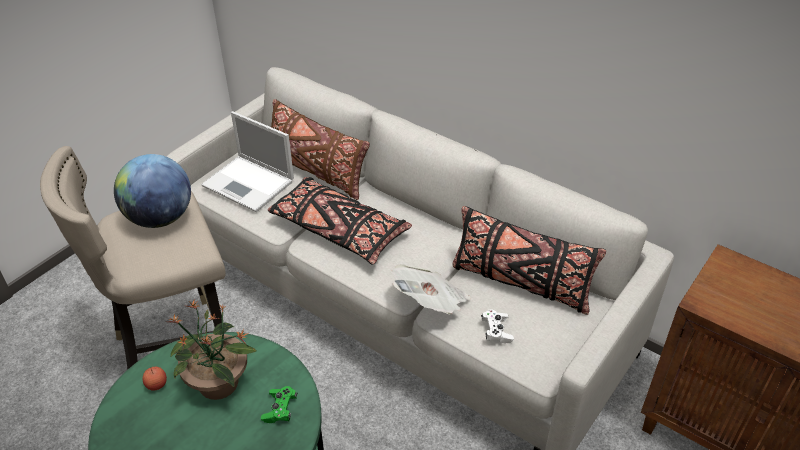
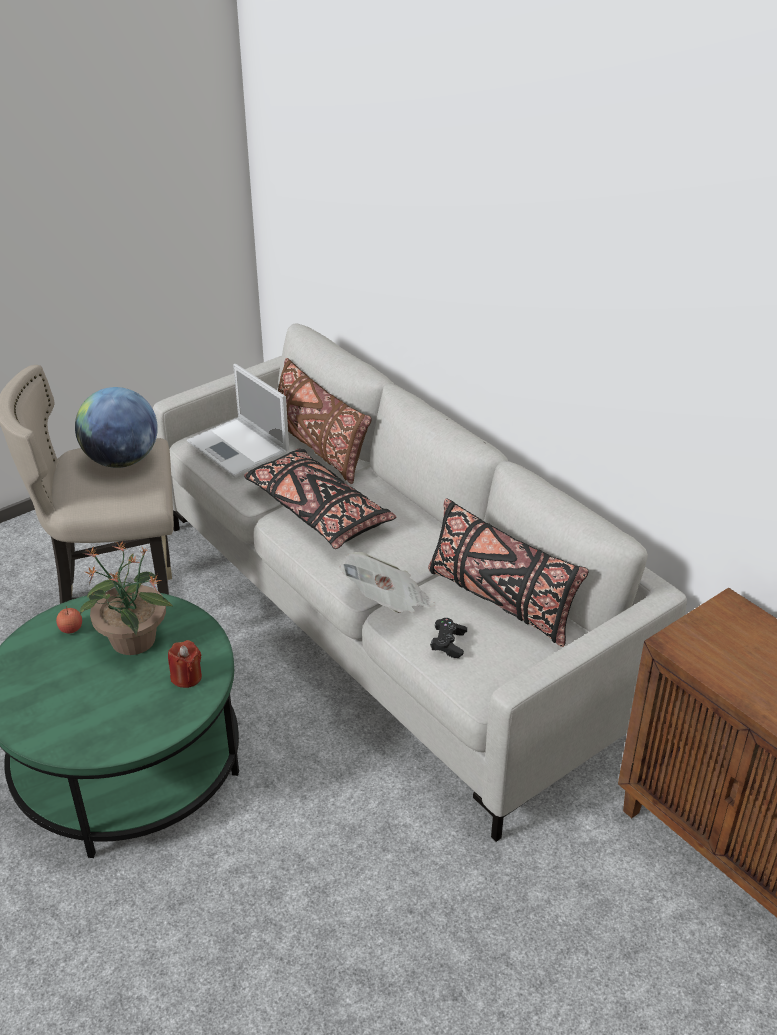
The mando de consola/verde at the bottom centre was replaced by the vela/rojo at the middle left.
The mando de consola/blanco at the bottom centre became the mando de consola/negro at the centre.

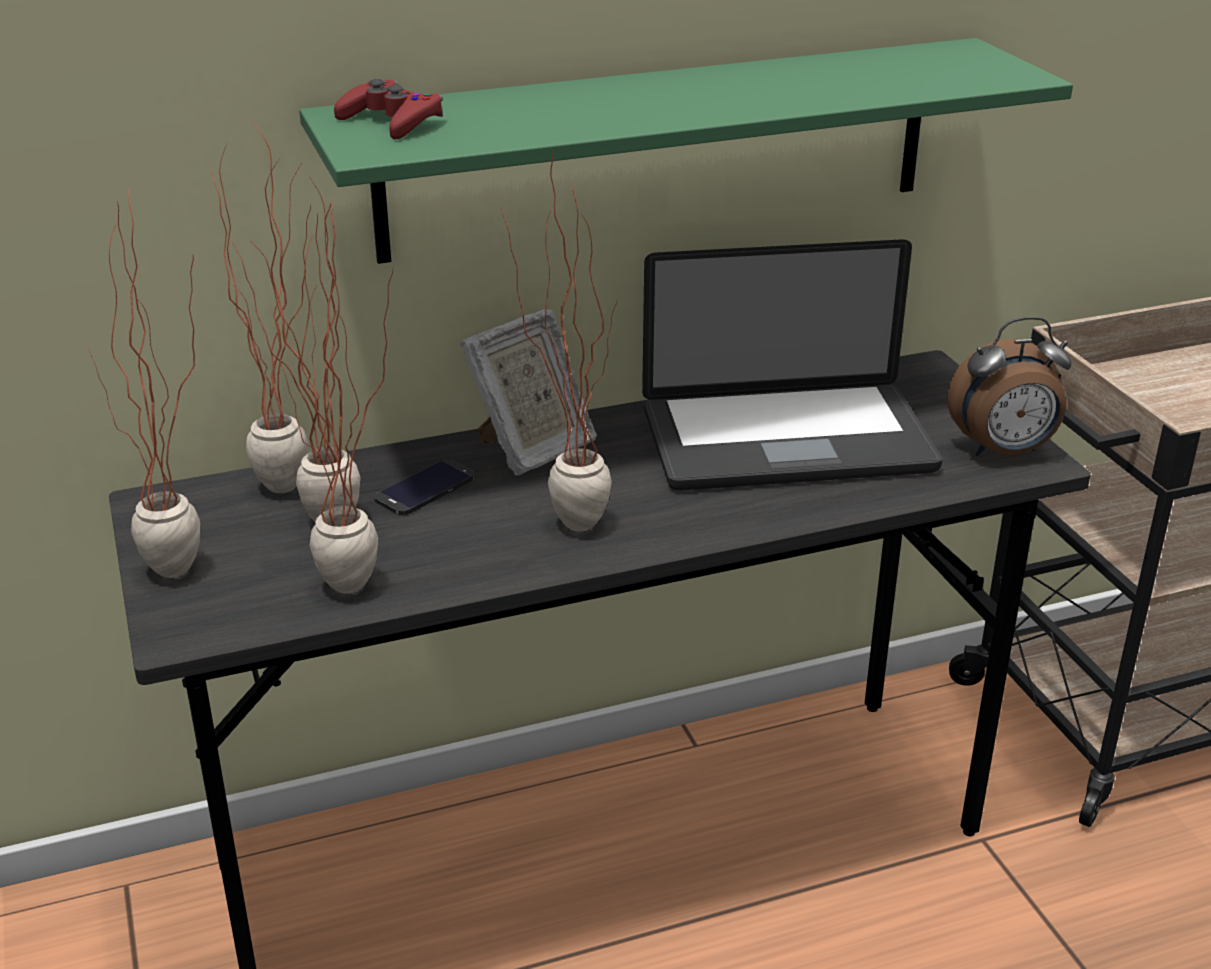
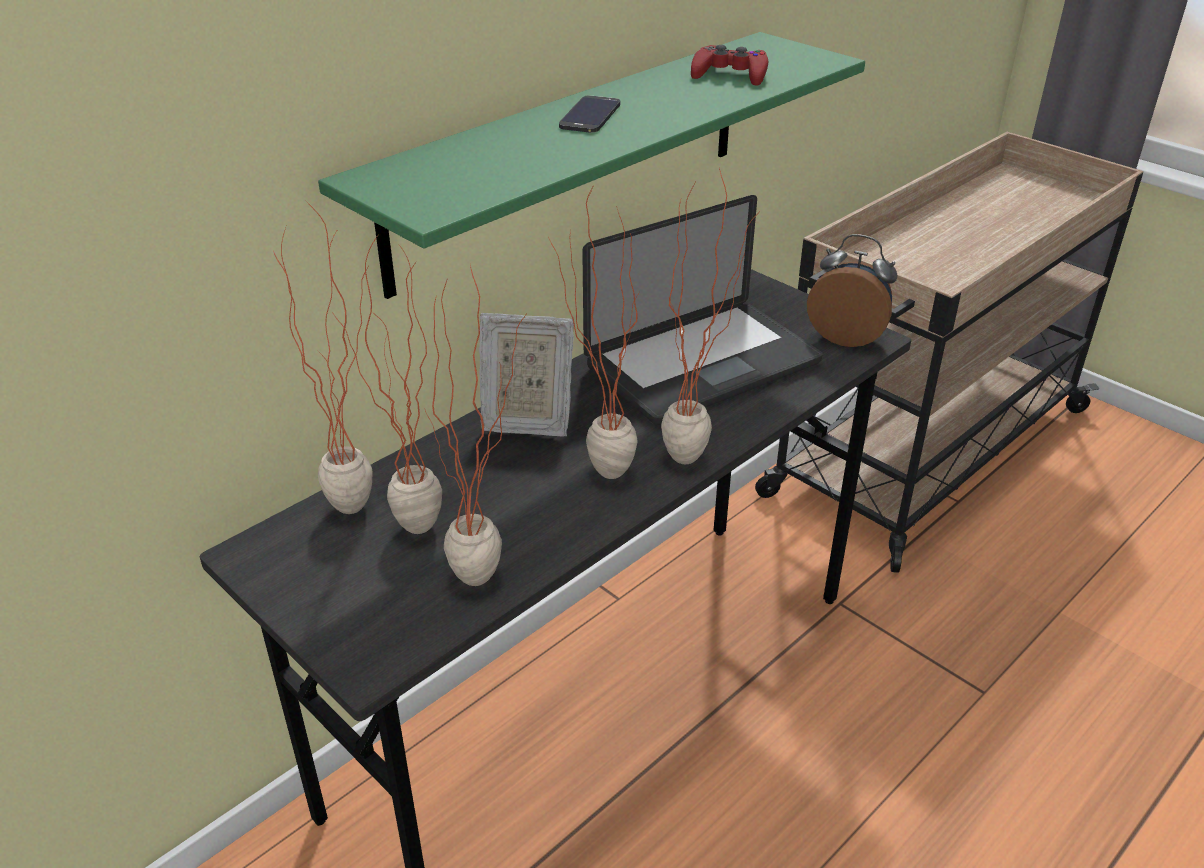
The planta en maceta (1st from left in the first image) moved from the middle left to the centre.
The mando de consola/rojo moved from the top left to the top centre.
The móvil moved from the centre to the top centre.
The portarretratos at the centre turned 75 degrees clockwise.
The despertador at the middle right turned 120 degrees counterclockwise.

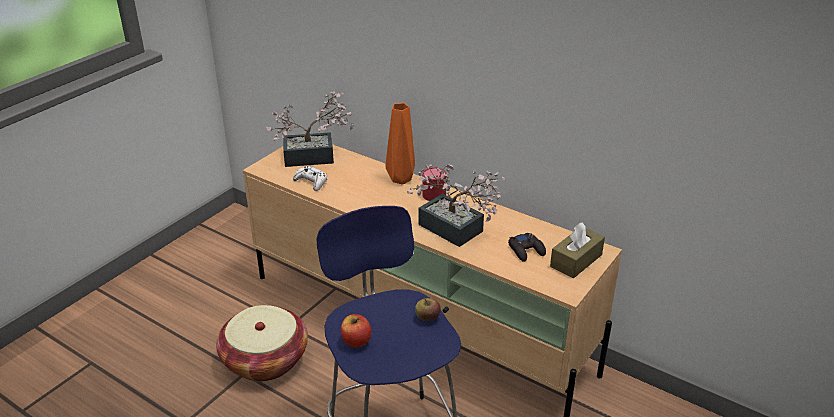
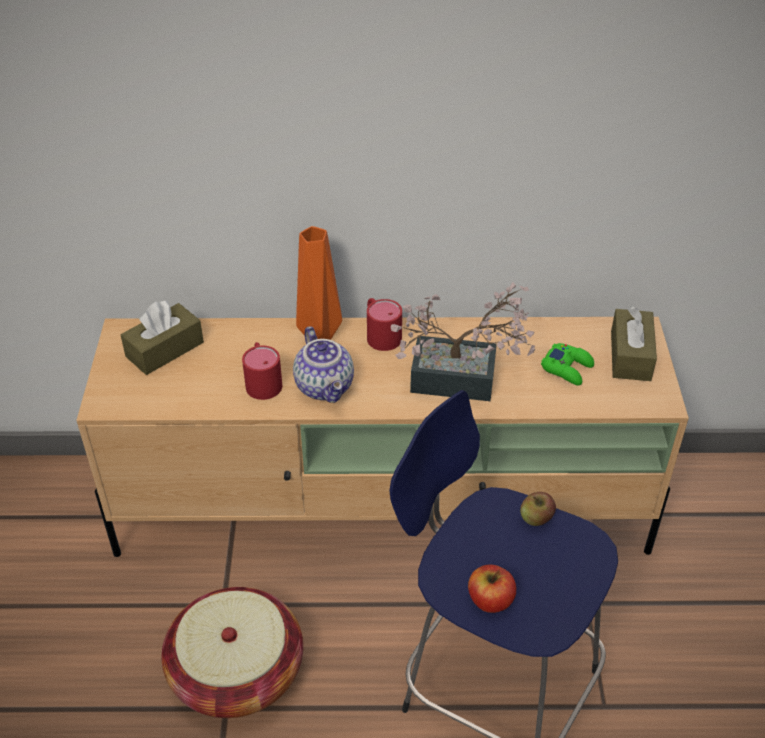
The planta en maceta (1st from left) at the top centre was replaced by the caja de pañuelos/marrón (1st from left) at the middle left.
The mando de consola/blanco at the centre disappeared.
The mando de consola/negro at the centre became the mando de consola/verde at the middle right.
The taza grande/rojo (1st from left) at the centre appeared.
The tetera at the centre appeared.

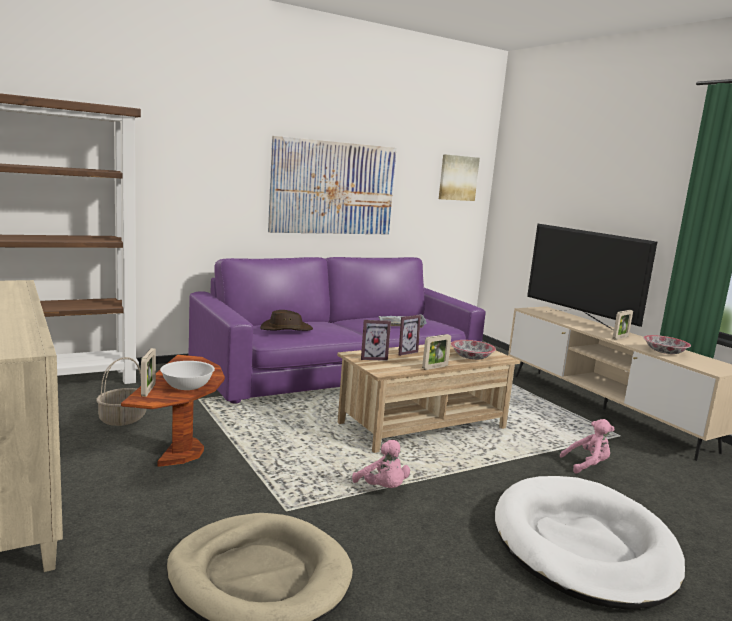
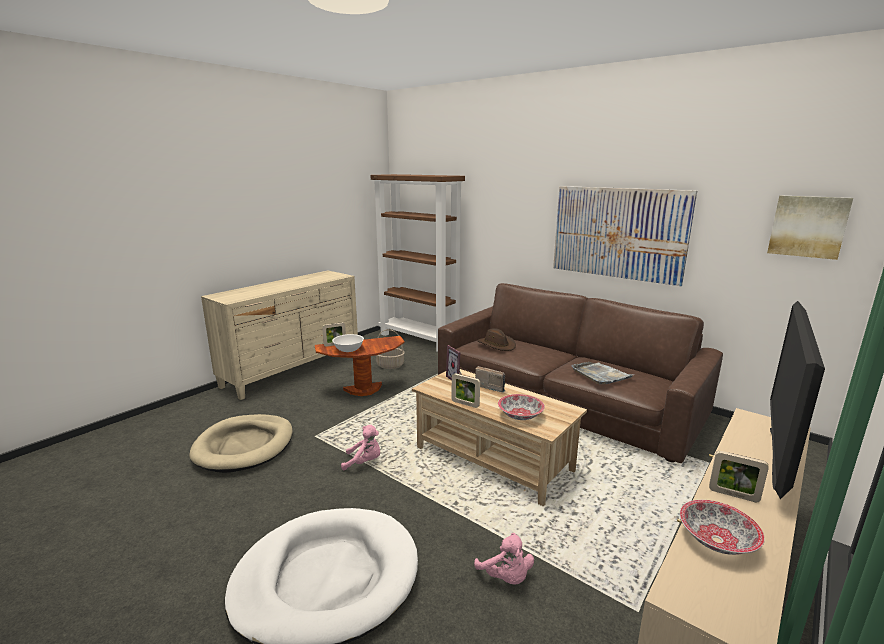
The sofá/morado at the centre became the sofá/marrón at the centre.
The peluche/rosa (1st from left) at the bottom centre turned 120 degrees counterclockwise.
The portarretratos (3rd from left) at the centre was replaced by the radio at the centre.

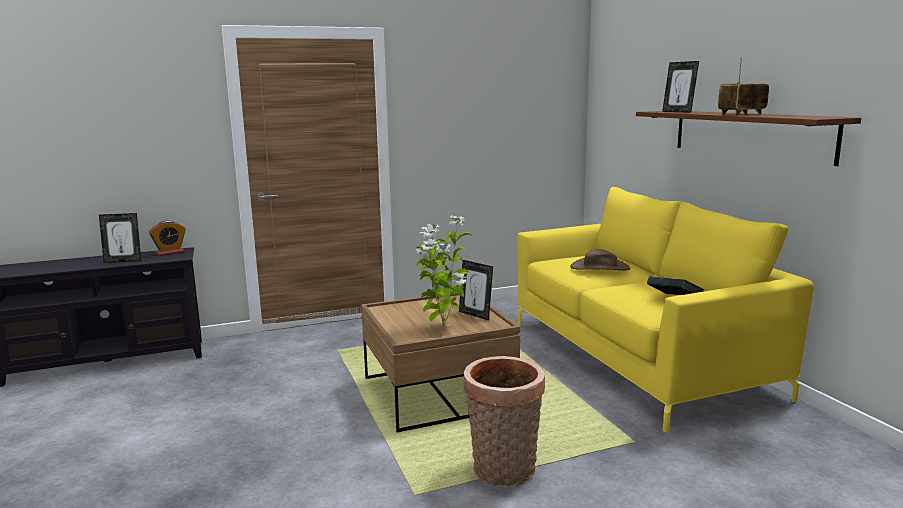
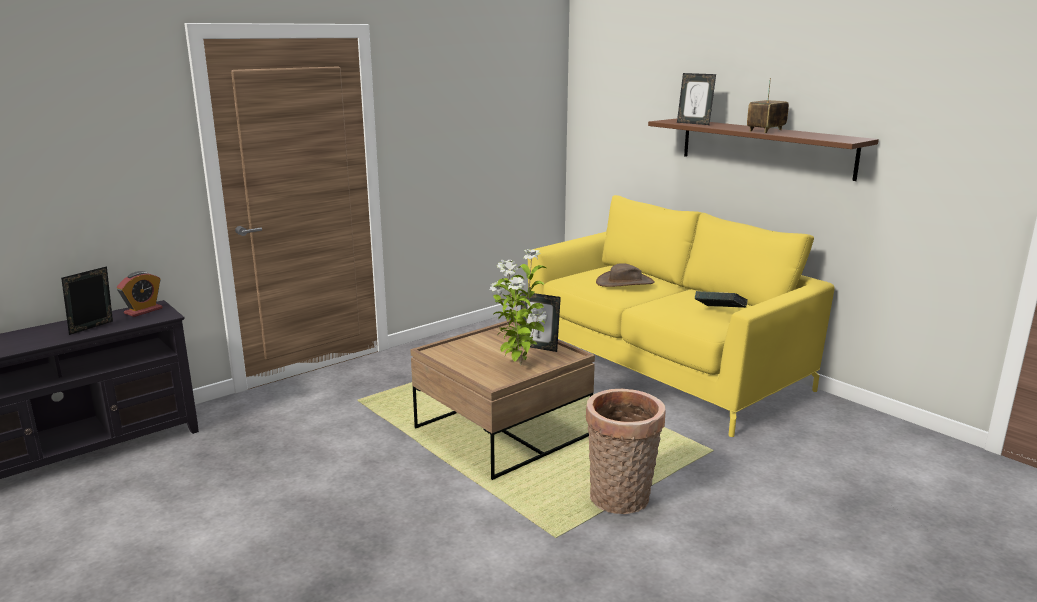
The portarretratos (1st from left) at the middle left turned 150 degrees clockwise.

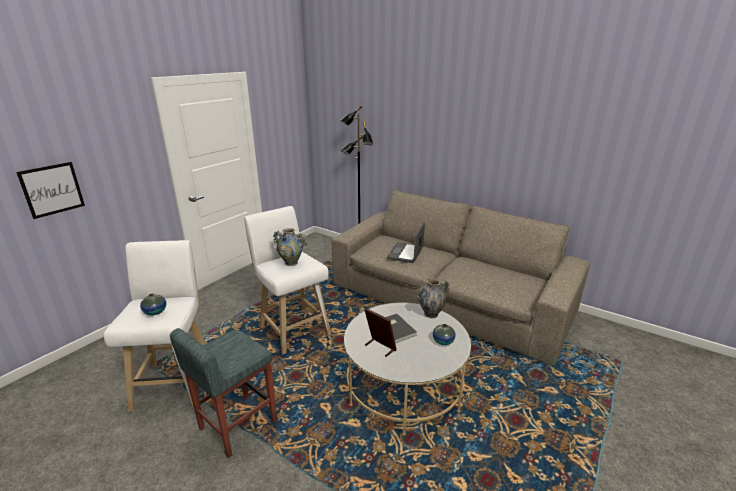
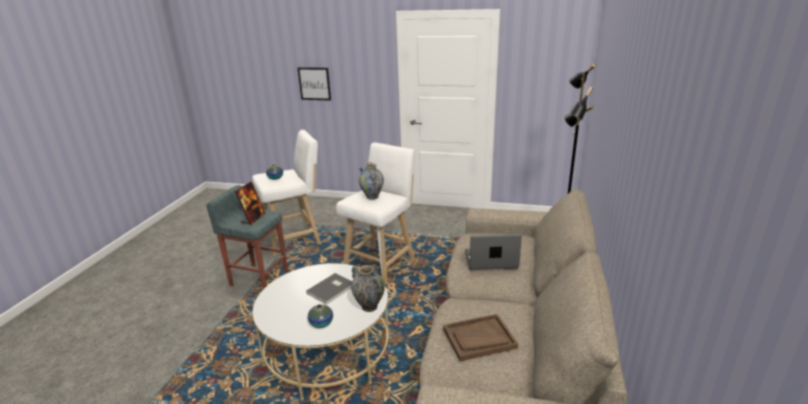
The portarretratos moved from the bottom centre to the middle left.
The bandeja/marrón at the bottom centre appeared.

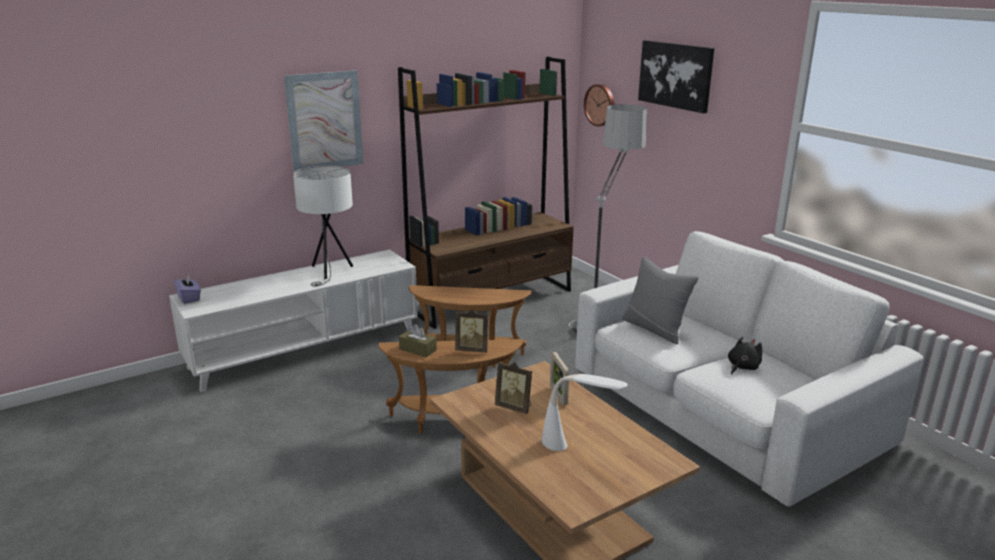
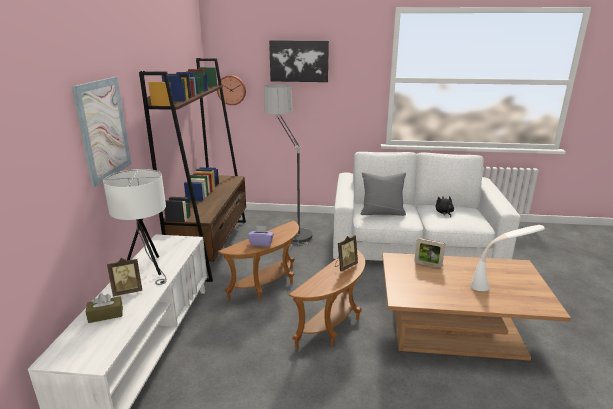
The caja de pañuelos/morado moved from the middle left to the centre.
The caja de pañuelos/marrón moved from the centre to the bottom left.
The portarretratos (2nd from left in the first image) moved from the bottom centre to the bottom left.

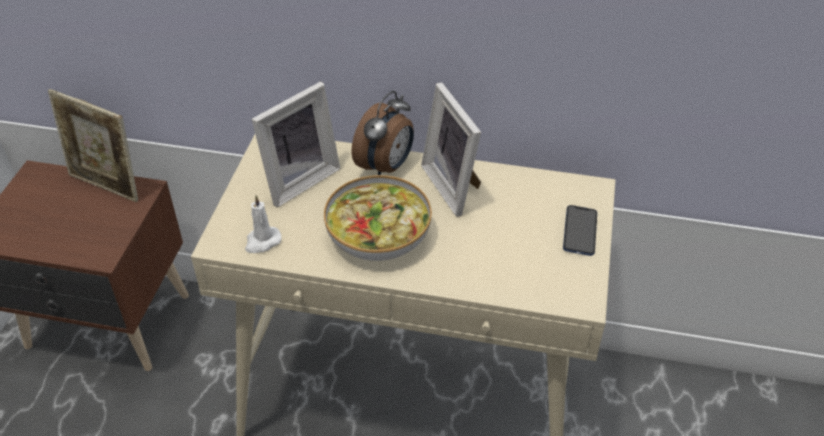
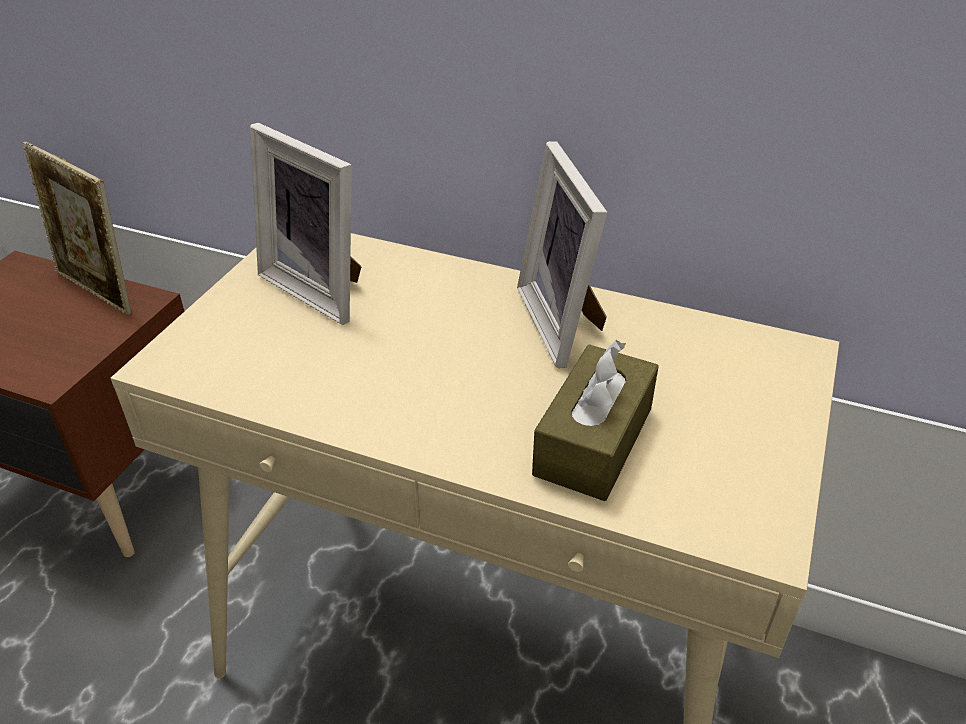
The vela/blanco at the middle left disappeared.
The portarretratos (2nd from left) at the top centre turned 75 degrees clockwise.
The cuenco at the centre disappeared.
The despertador at the top centre disappeared.
The móvil at the middle right disappeared.
The caja de pañuelos/marrón at the centre appeared.

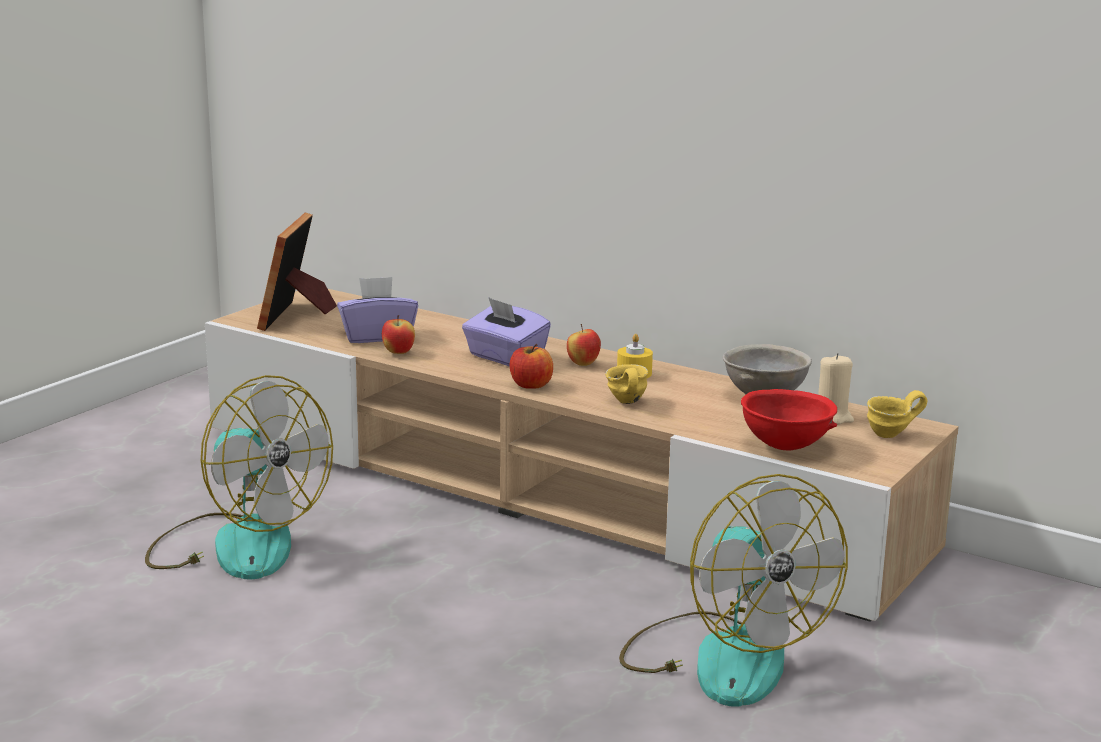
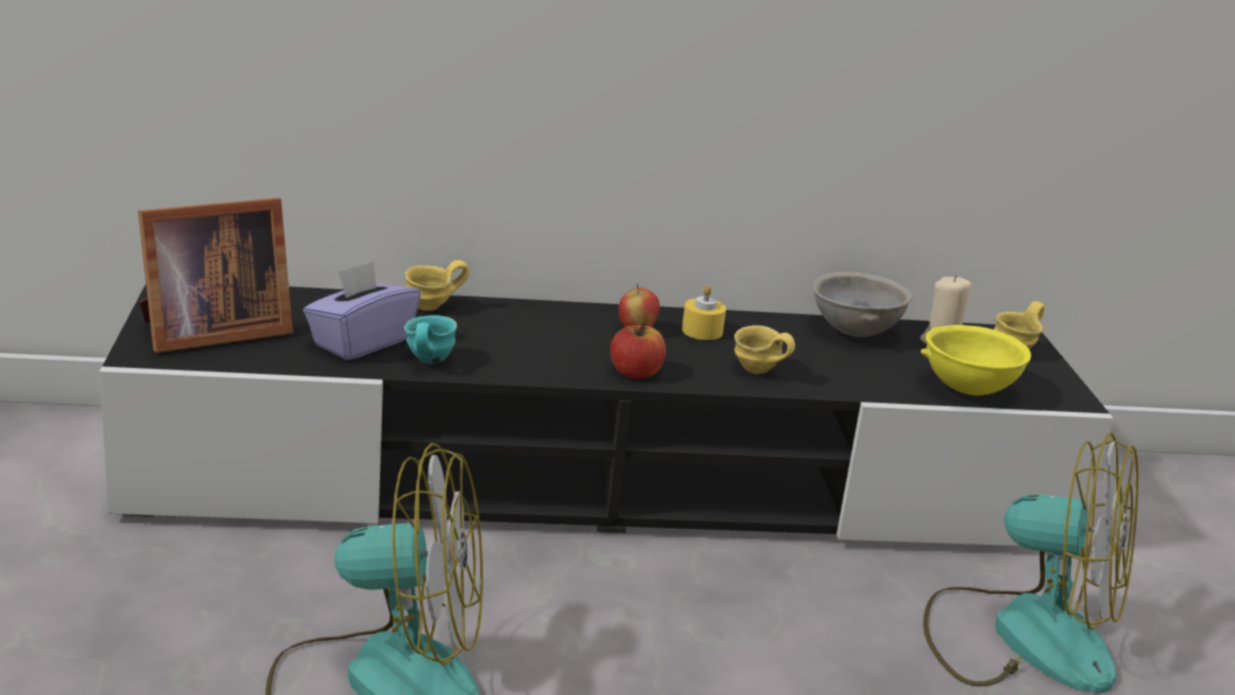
The mueble de televisión/beis at the centre became the mueble de televisión/negro at the centre.
The portarretratos at the middle left turned 90 degrees counterclockwise.
The manzana (1st from left) at the centre was replaced by the taza grande/turquesa at the centre.
The caja de pañuelos/morado (2nd from left) at the centre disappeared.
The cuenco/rojo at the middle right became the cuenco/amarillo at the middle right.
The taza grande/amarillo (1st from left) at the centre appeared.

